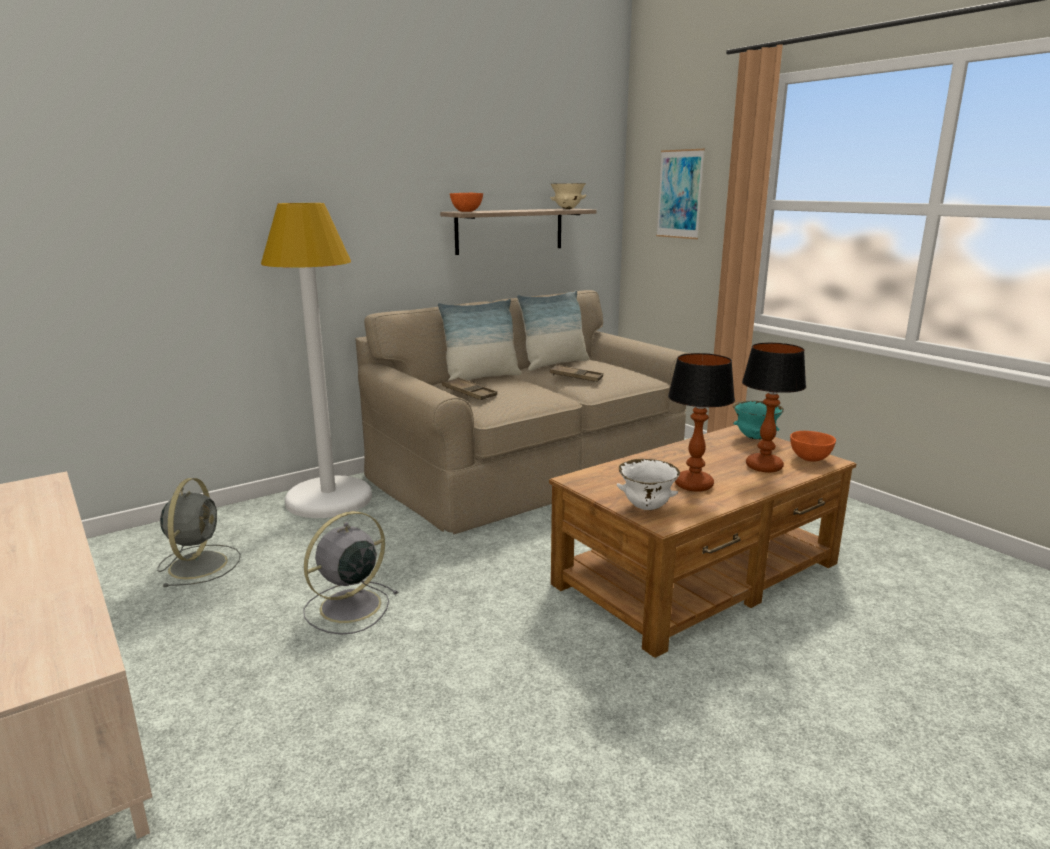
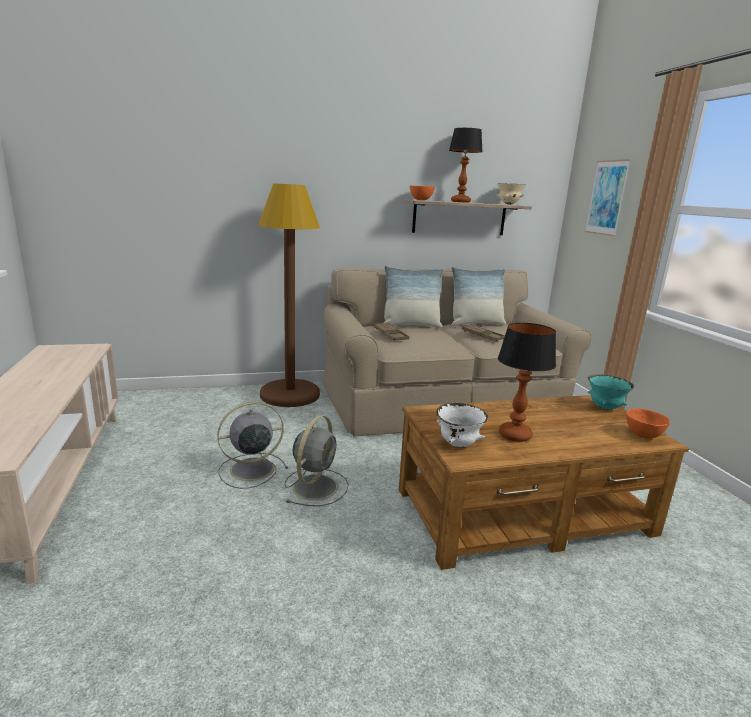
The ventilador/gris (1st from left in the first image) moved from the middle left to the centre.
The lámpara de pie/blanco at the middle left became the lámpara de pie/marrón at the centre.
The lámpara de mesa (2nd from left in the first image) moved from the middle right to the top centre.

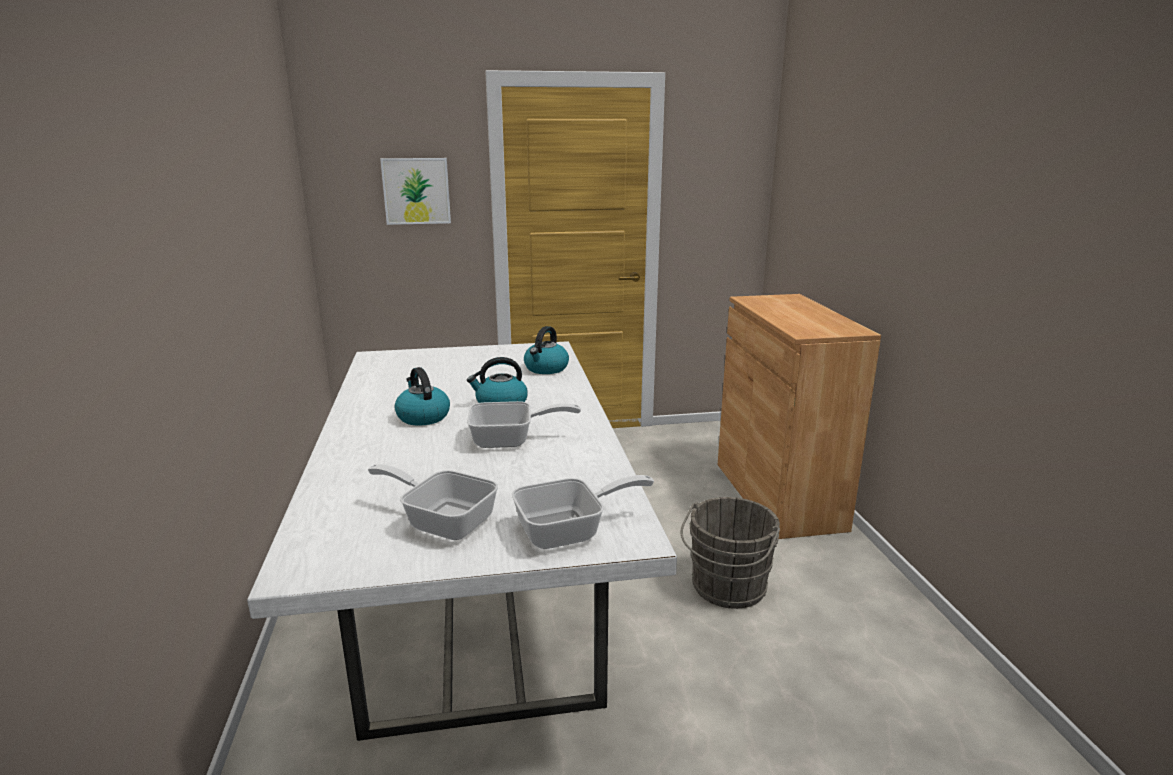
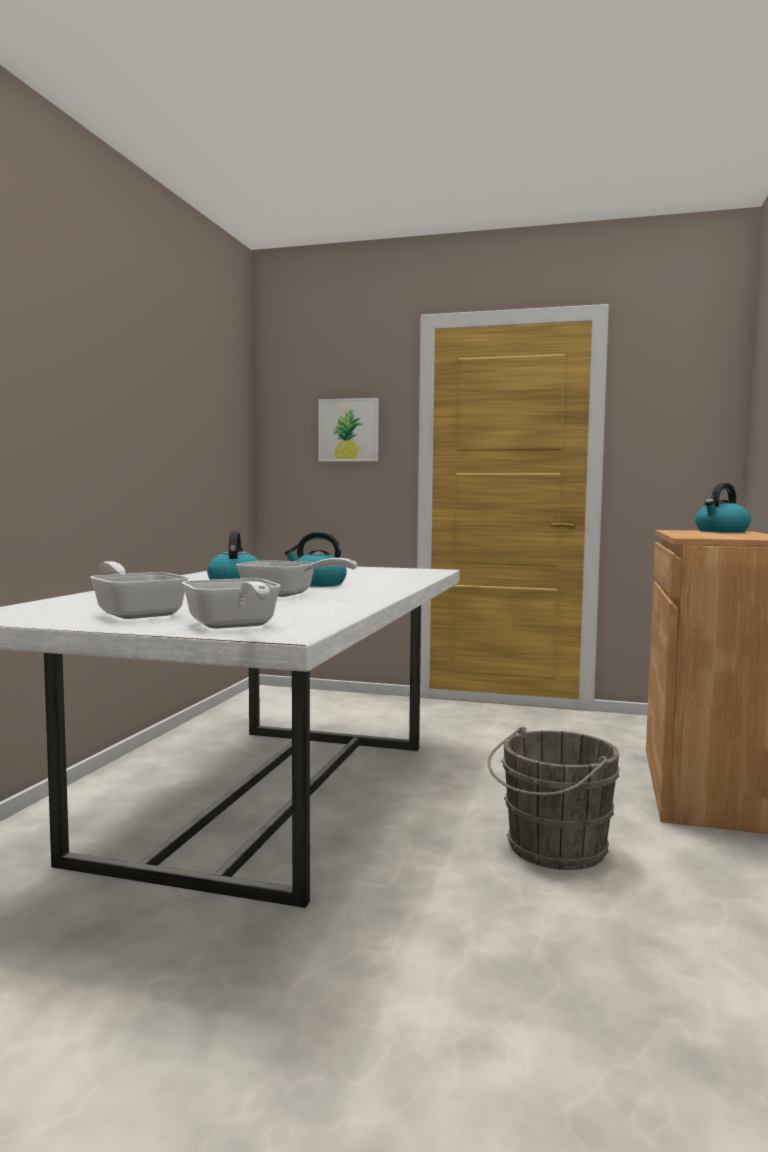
The sartén (3rd from left in the first image) at the centre turned 60 degrees clockwise.
The hervidor (3rd from left) moved from the centre to the middle right.

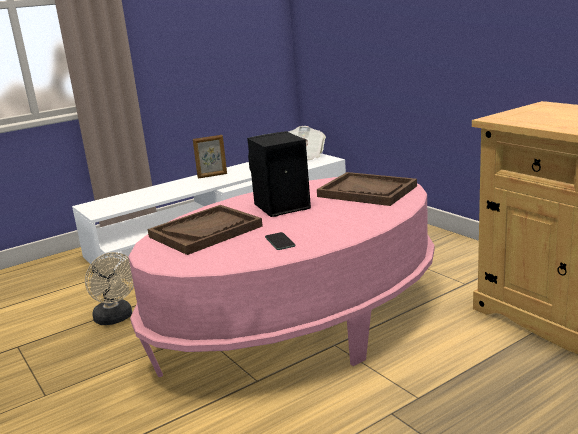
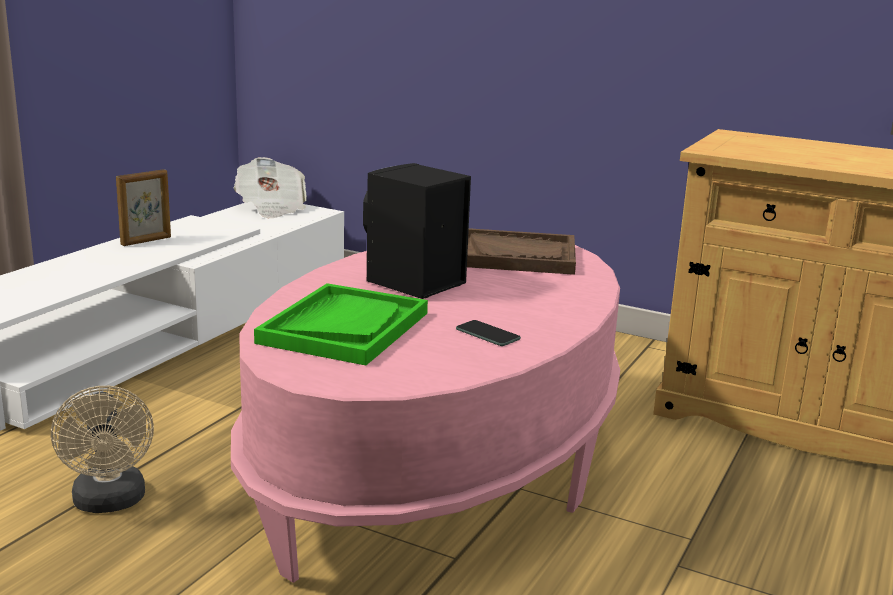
The ventilador/beis at the middle left turned 45 degrees clockwise.
The bandeja/marrón (1st from left) at the centre became the bandeja/verde at the centre.

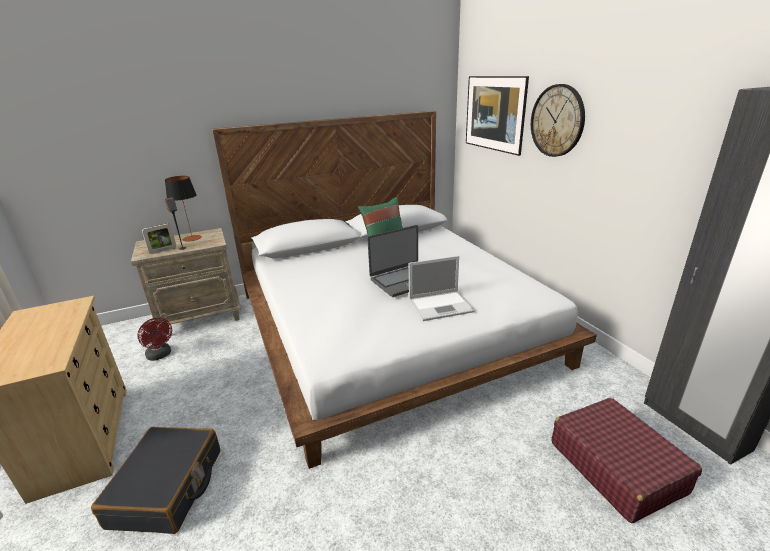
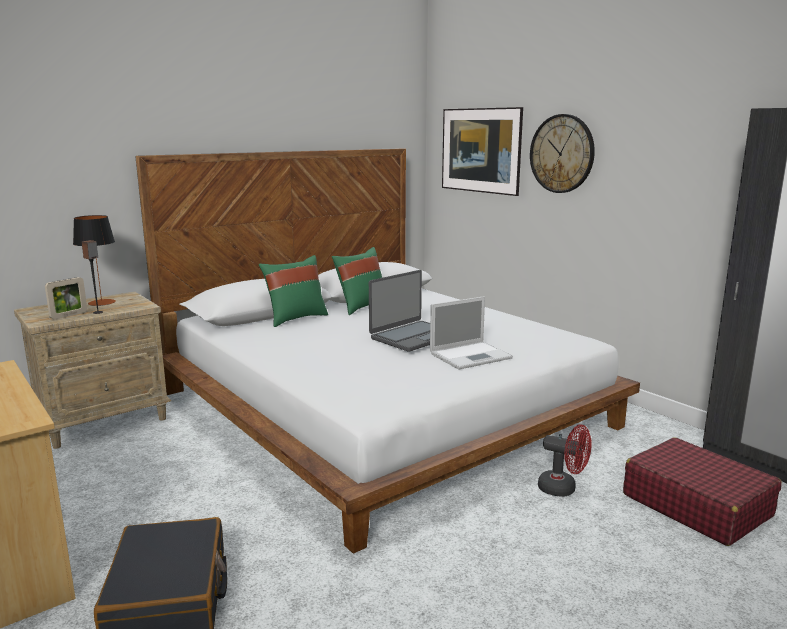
The ventilador/rojo moved from the middle left to the bottom right.
The cojín/verde (1st from left) at the centre appeared.

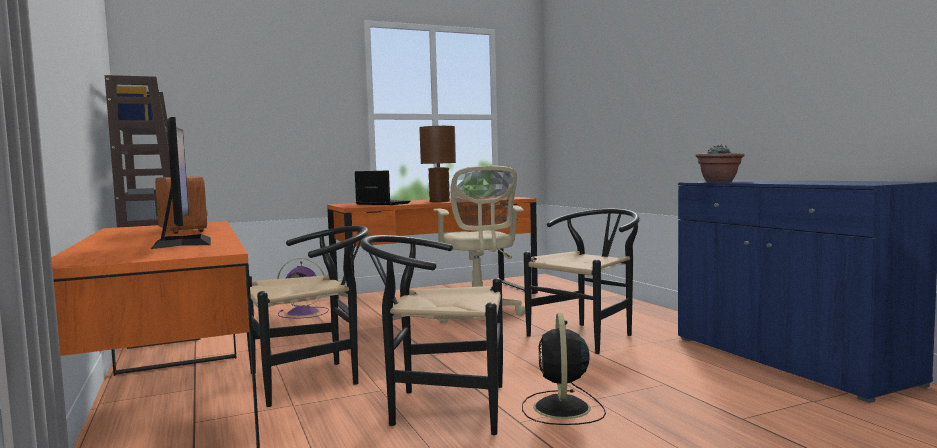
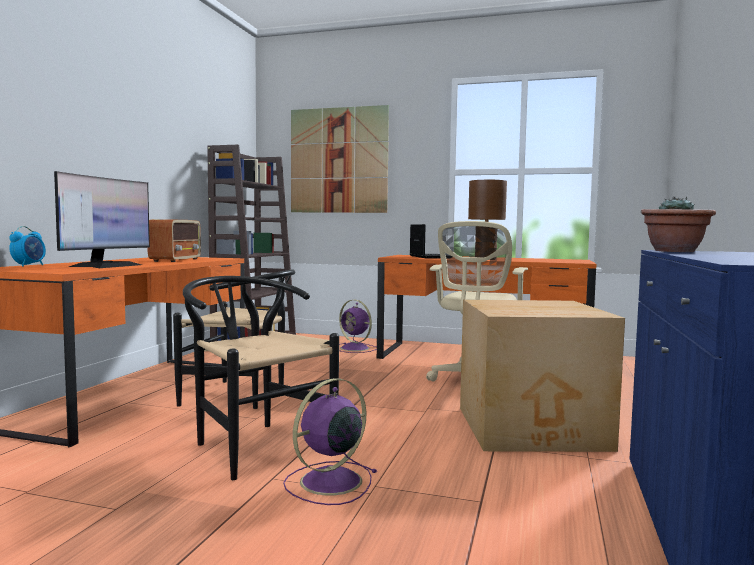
The ventilador/negro at the bottom centre became the ventilador/morado (1st from left) at the bottom centre.
The silla/negro (3rd from left) at the centre was replaced by the caja de cartón at the middle right.
The despertador at the middle left appeared.
The cuadro at the top centre appeared.

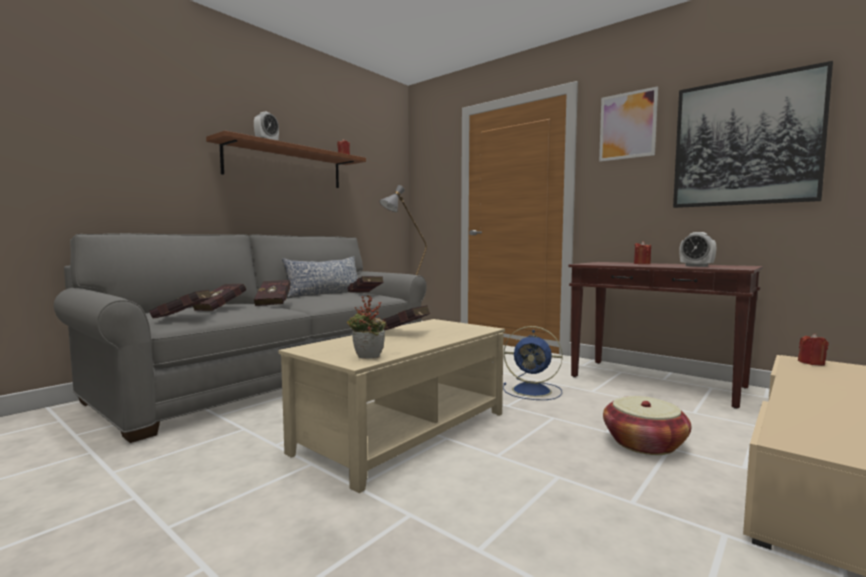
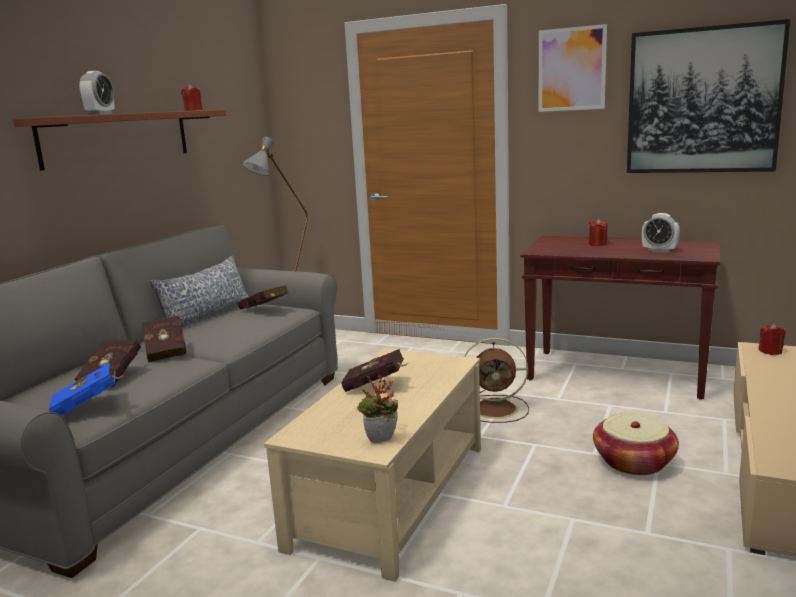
The libro/rojo (1st from left) at the middle left became the libro/azul at the middle left.
The ventilador/azul at the centre became the ventilador/marrón at the centre.

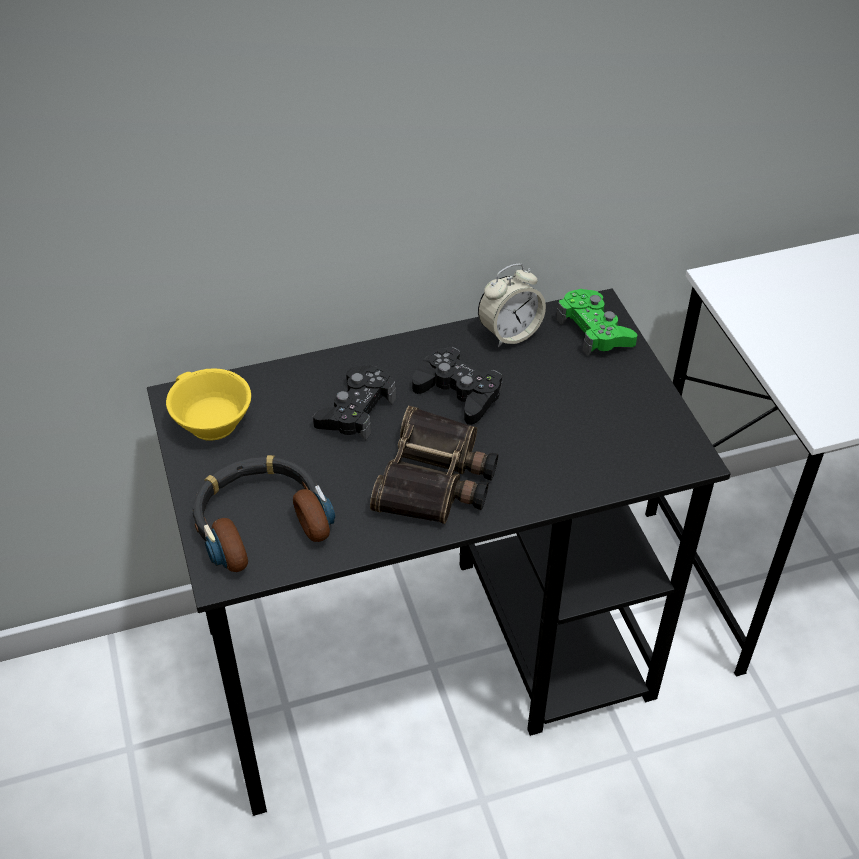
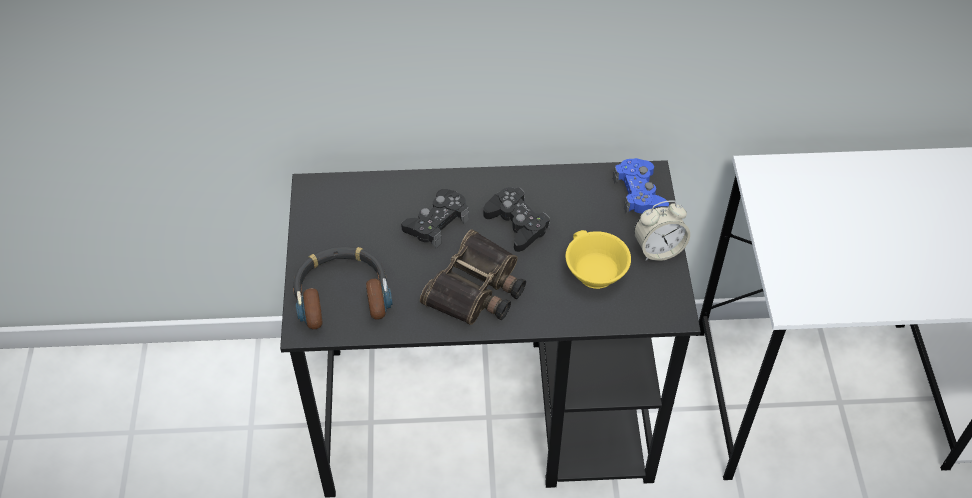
The taza/amarillo moved from the middle left to the centre.
The despertador moved from the centre to the middle right.
The mando de consola/verde at the middle right became the mando de consola/azul at the centre.

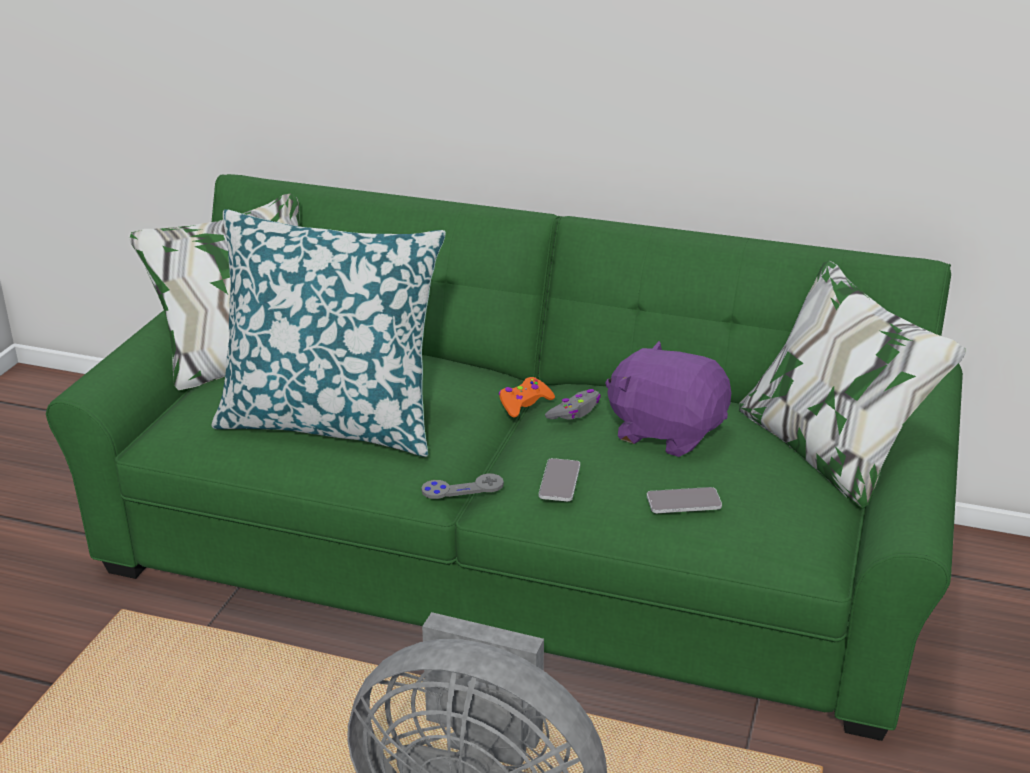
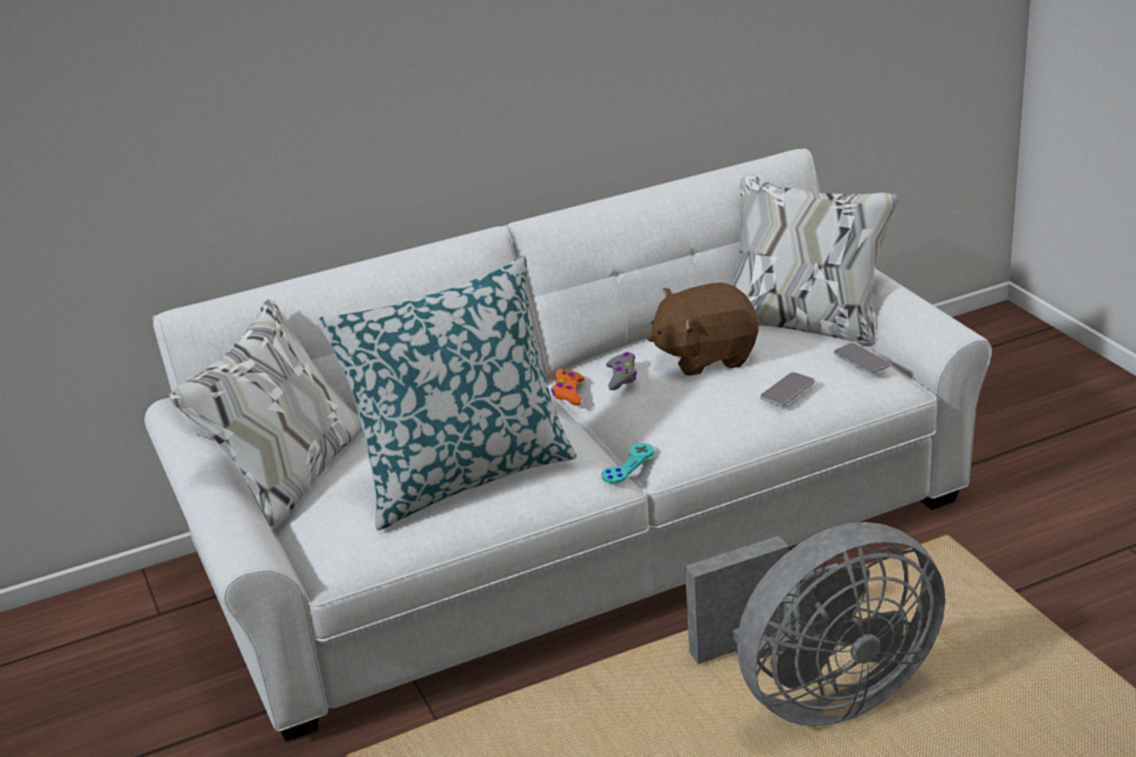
The sofá/verde at the centre became the sofá/blanco at the centre.
The mando de consola/gris (1st from left) at the centre became the mando de consola/turquesa at the centre.
The móvil (1st from left in the first image) moved from the centre to the middle right.
The peluche/morado at the centre became the peluche/marrón at the centre.

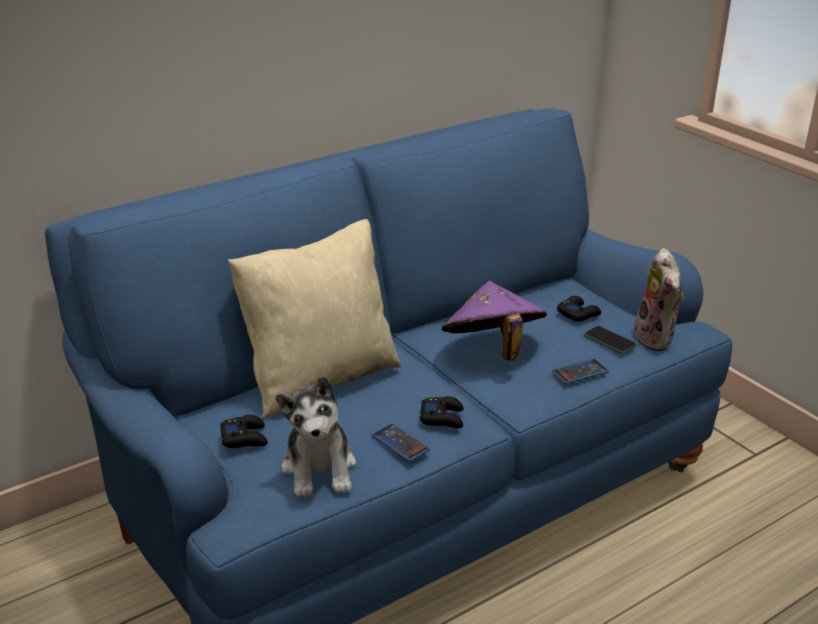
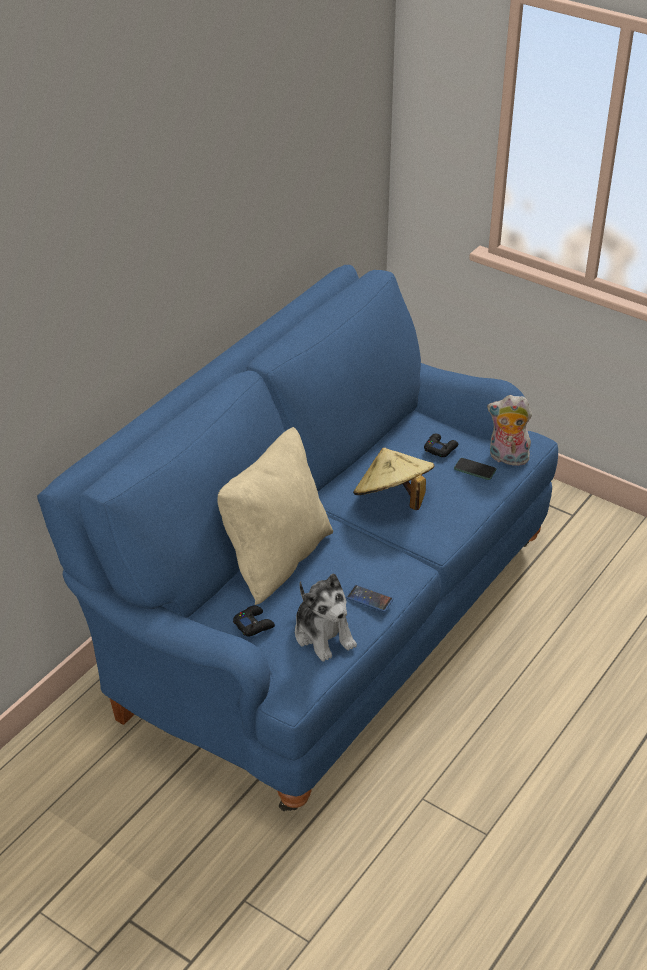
The mando de consola/negro (2nd from left) at the centre disappeared.
The sombrero/morado at the centre became the sombrero/beis at the centre.
The móvil (2nd from left) at the middle right disappeared.
The peluche (2nd from left) at the middle right turned 135 degrees clockwise.

